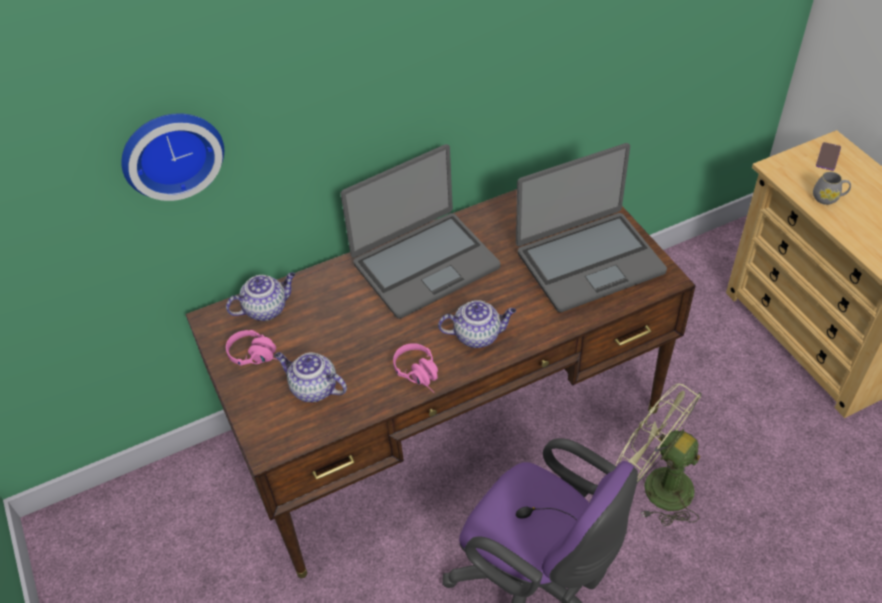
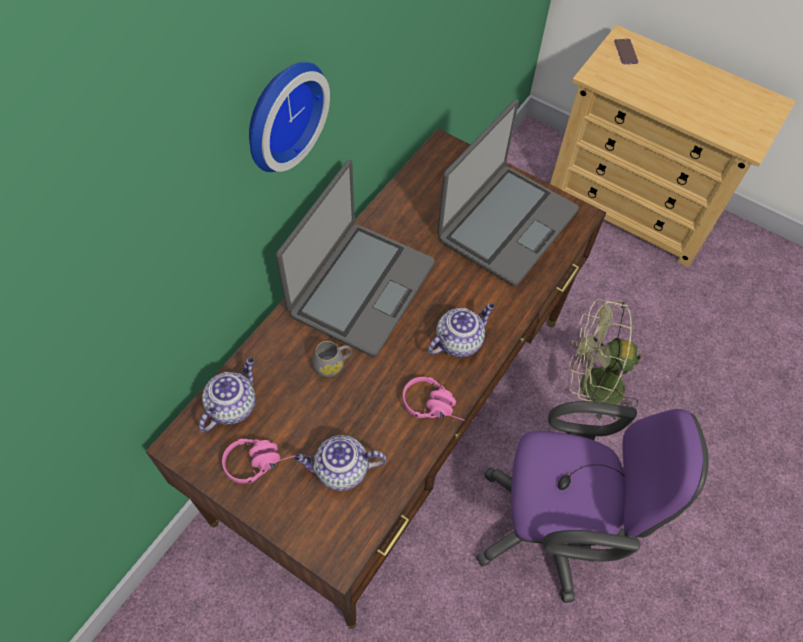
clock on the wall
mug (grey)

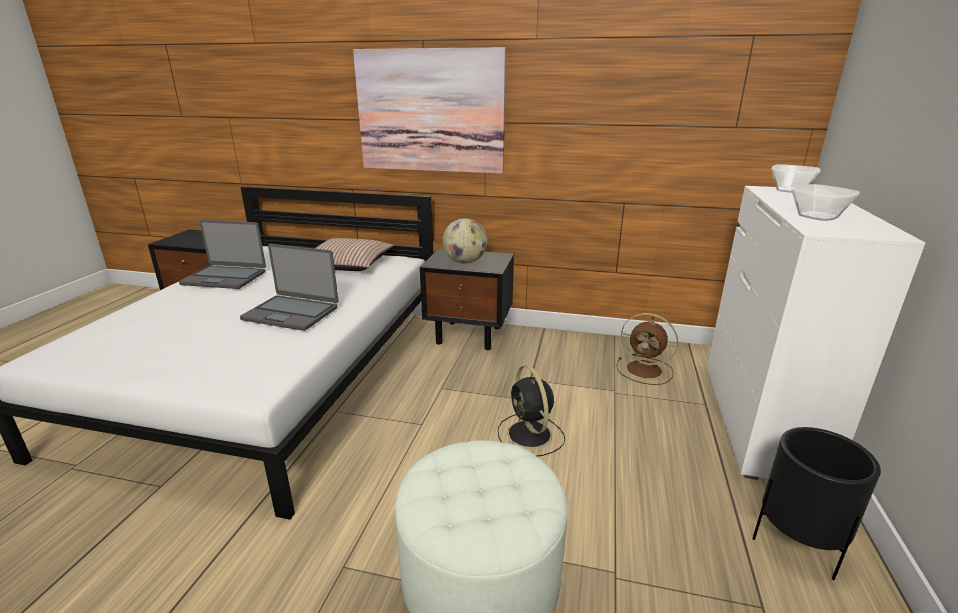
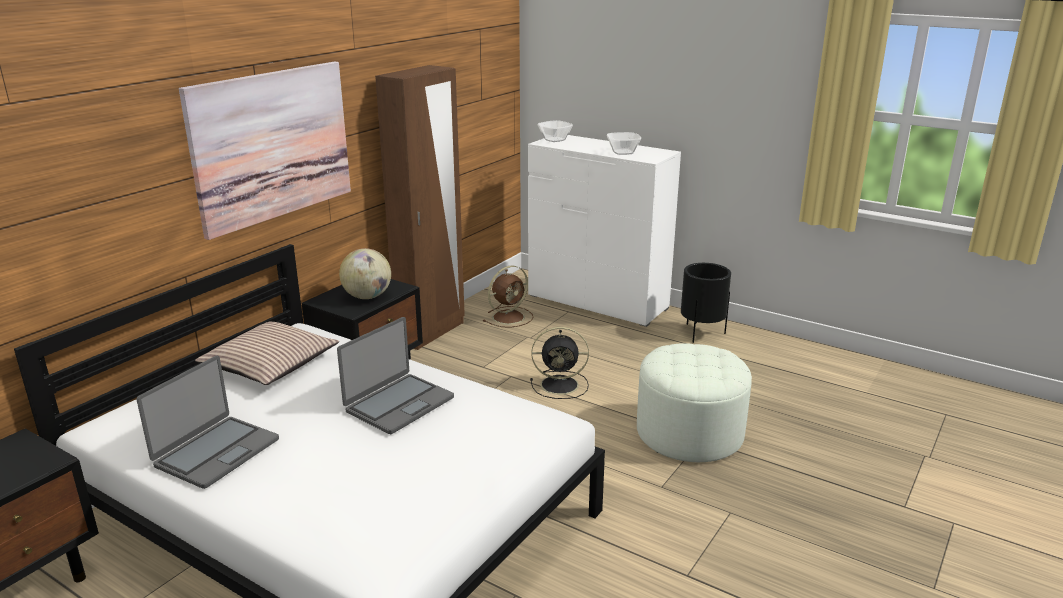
armoire (brown-coloured)

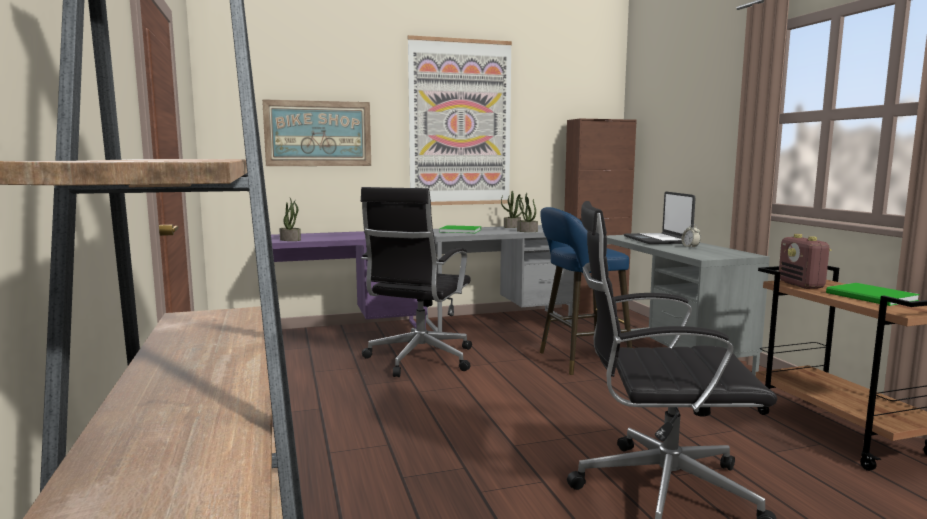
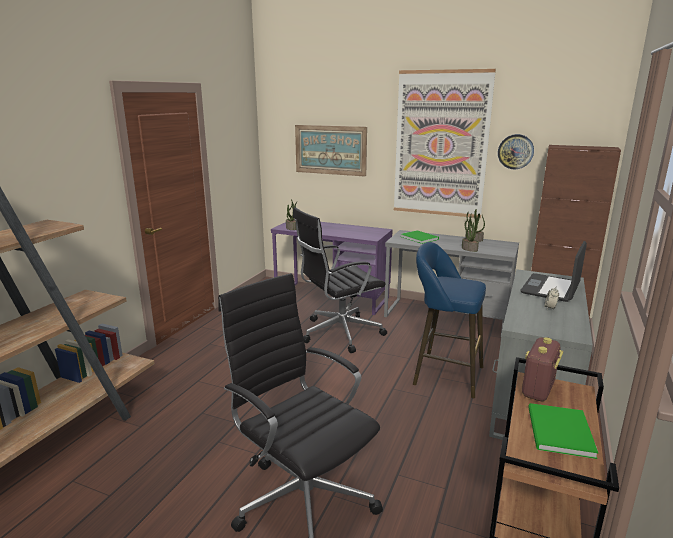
clock on the wall

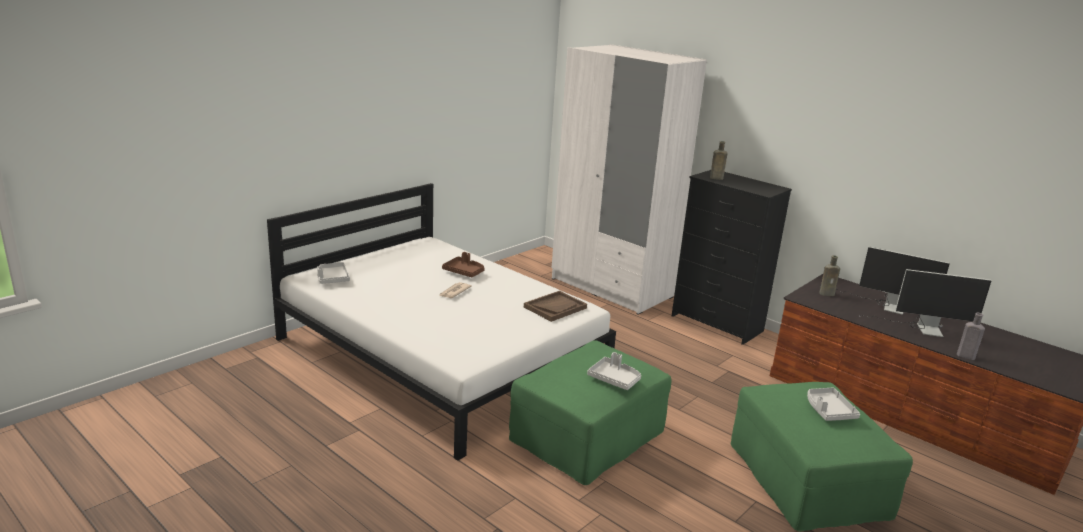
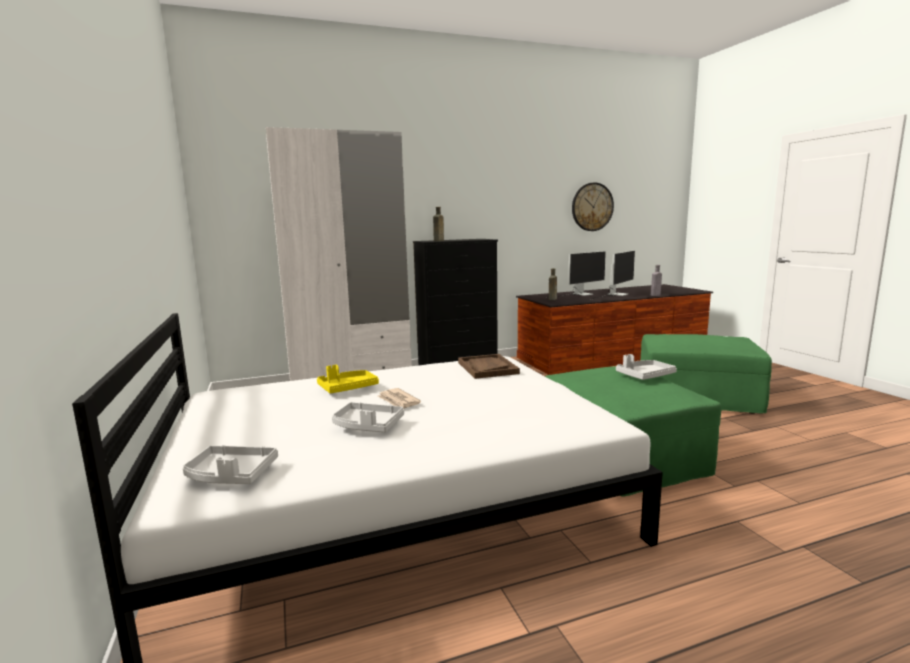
tray (yellowish)
tray (grey) (2nd from left)
clock on the wall

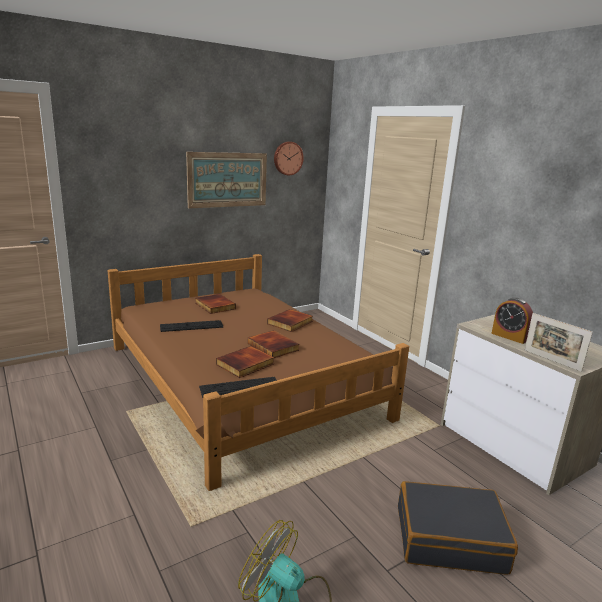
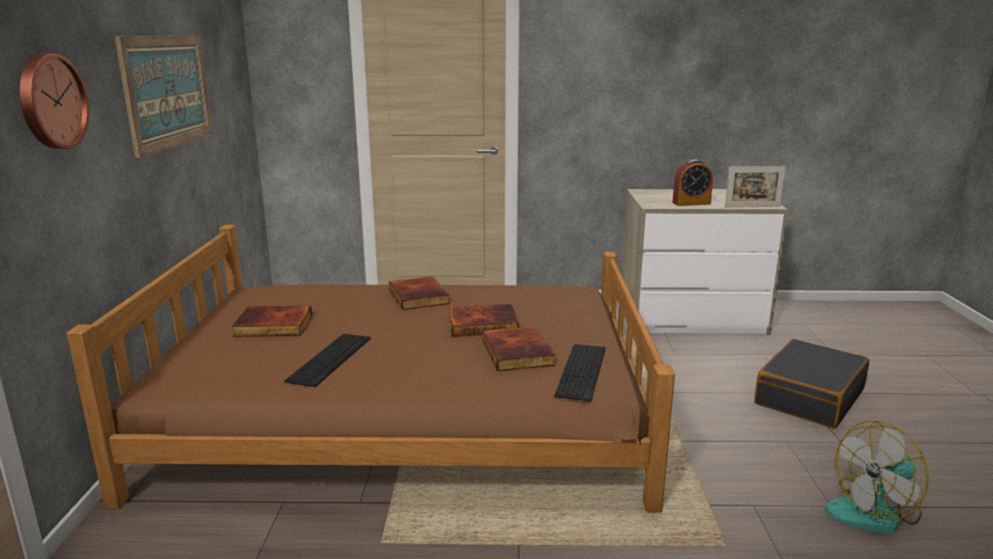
clock on the wall

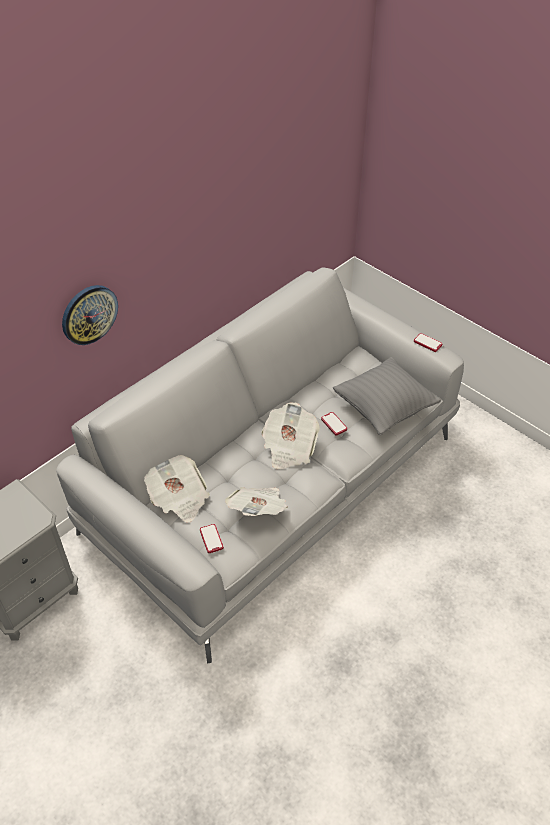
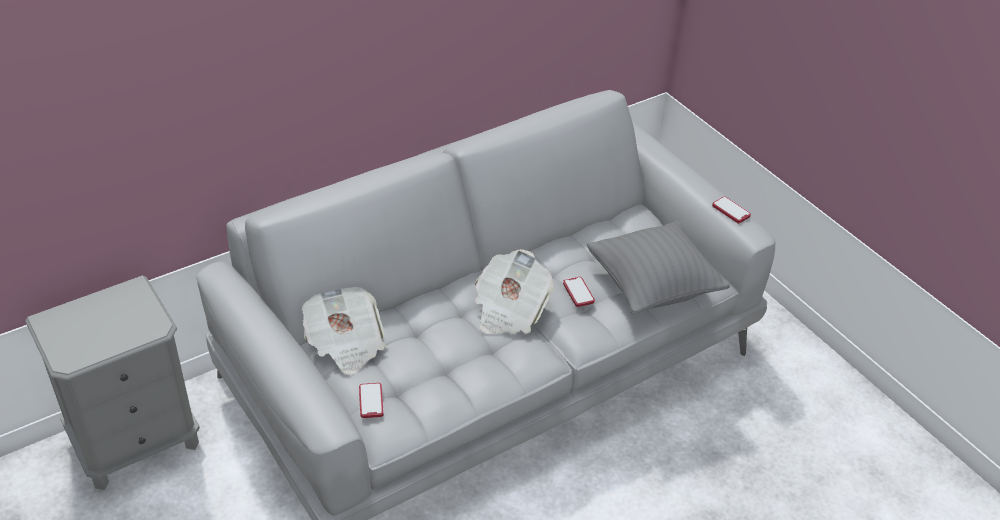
clock on the wall
newspaper (2nd from left in the first image)

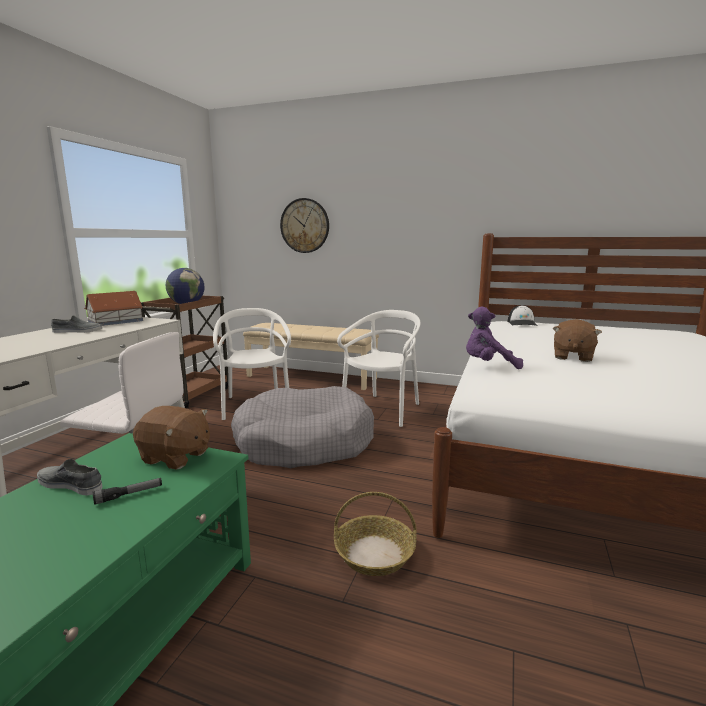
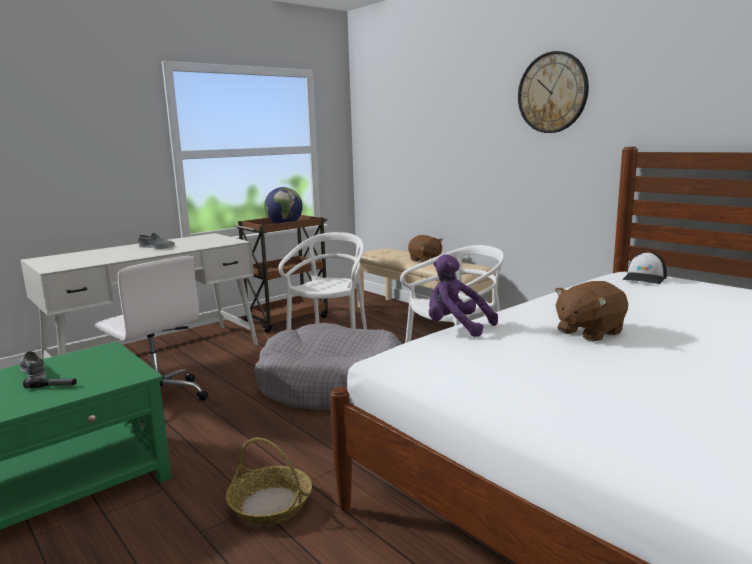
cuddly toy (brown-coloured) (1st from left)
clock on the wall
toy house

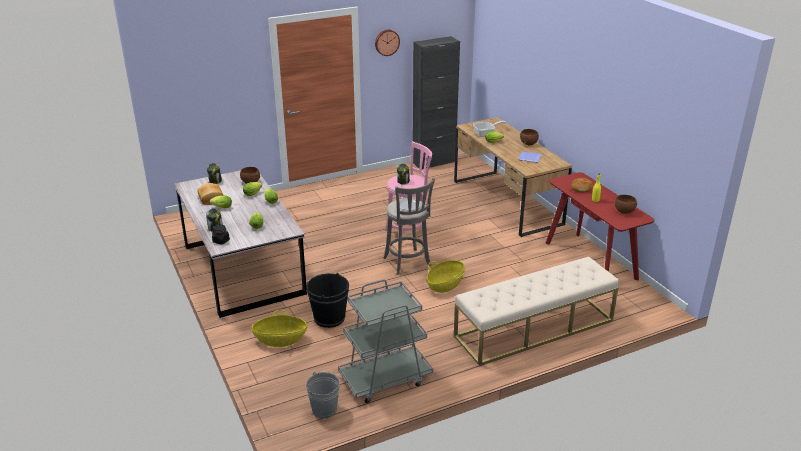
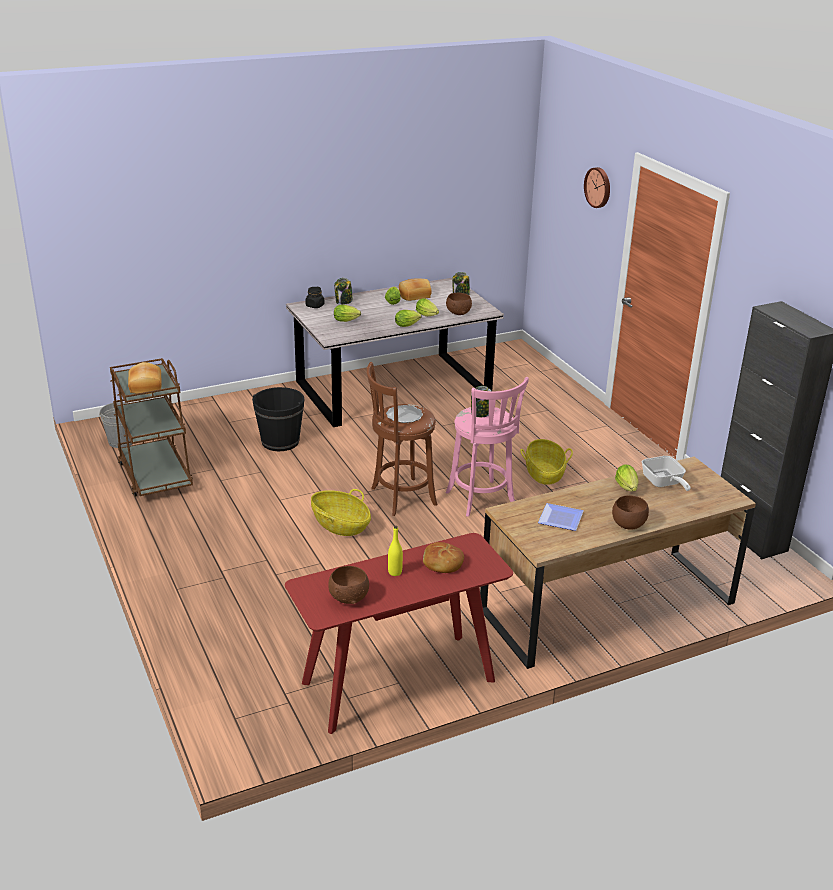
cart (brown-coloured)
bread (1st from left)
stool (brown-coloured)
household basket (2nd from left)
clock on the wall
indoor bench (beige)

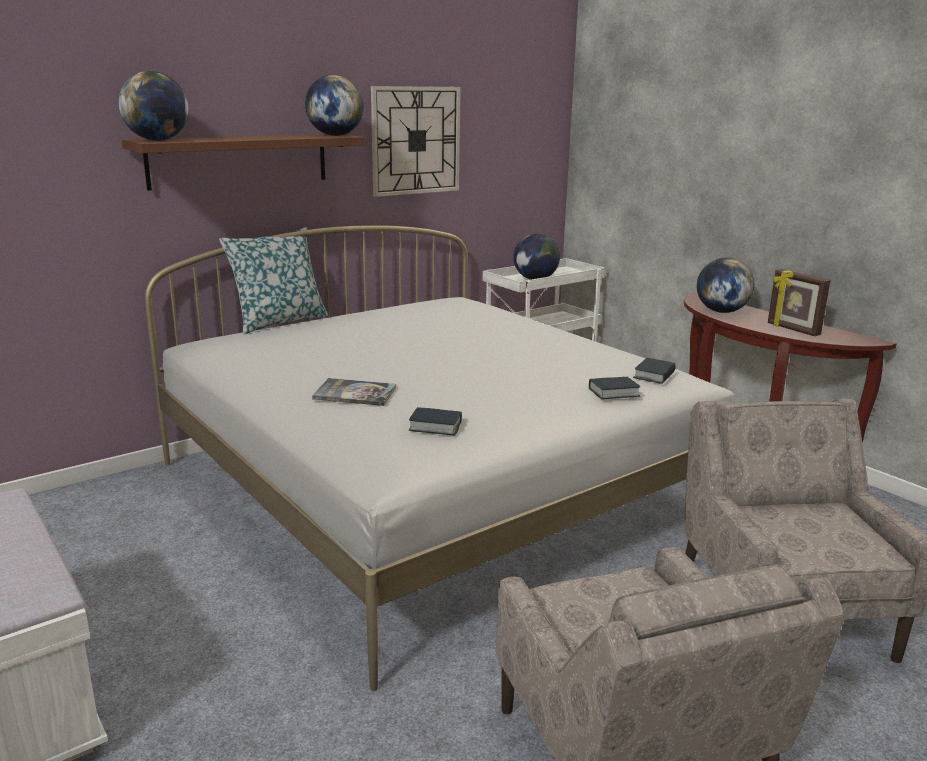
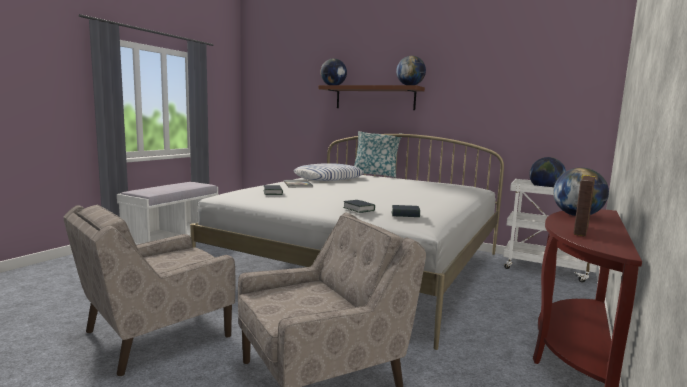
throw pillow (1st from left)
clock on the wall

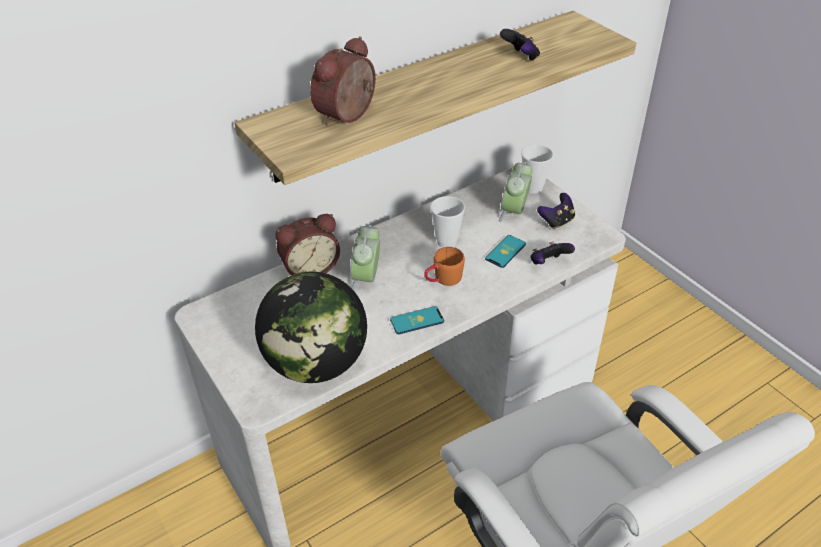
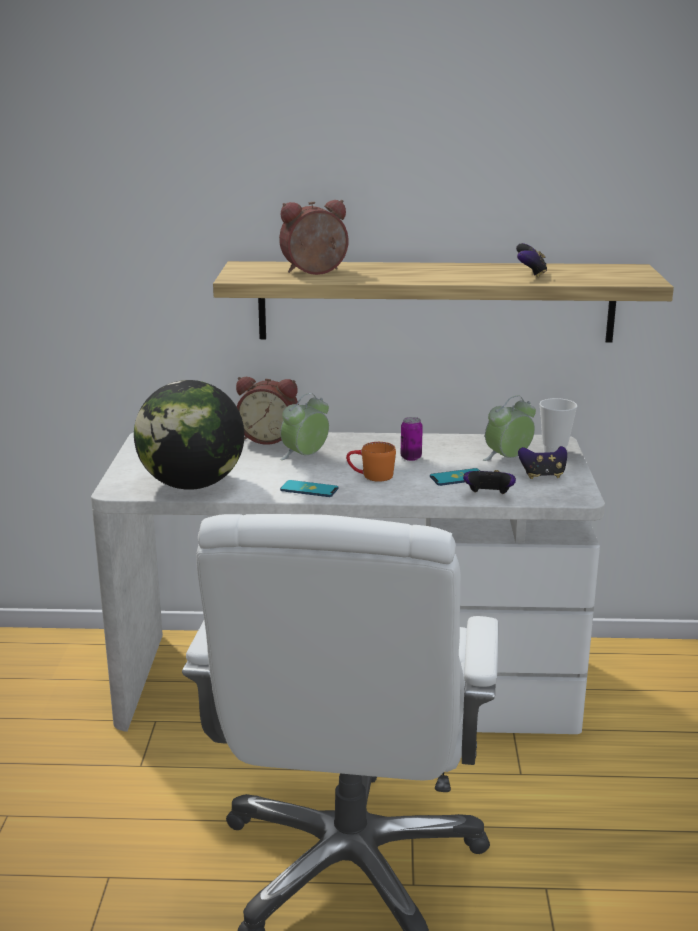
metal can

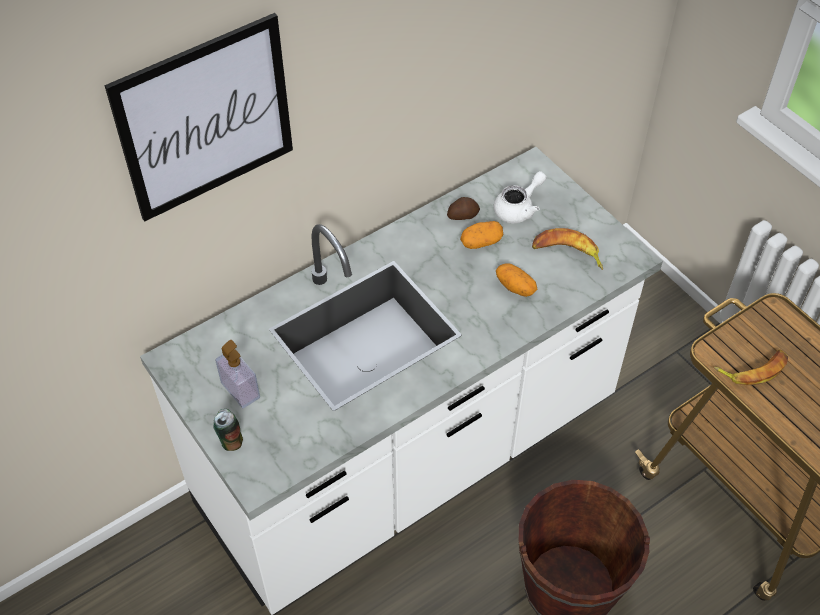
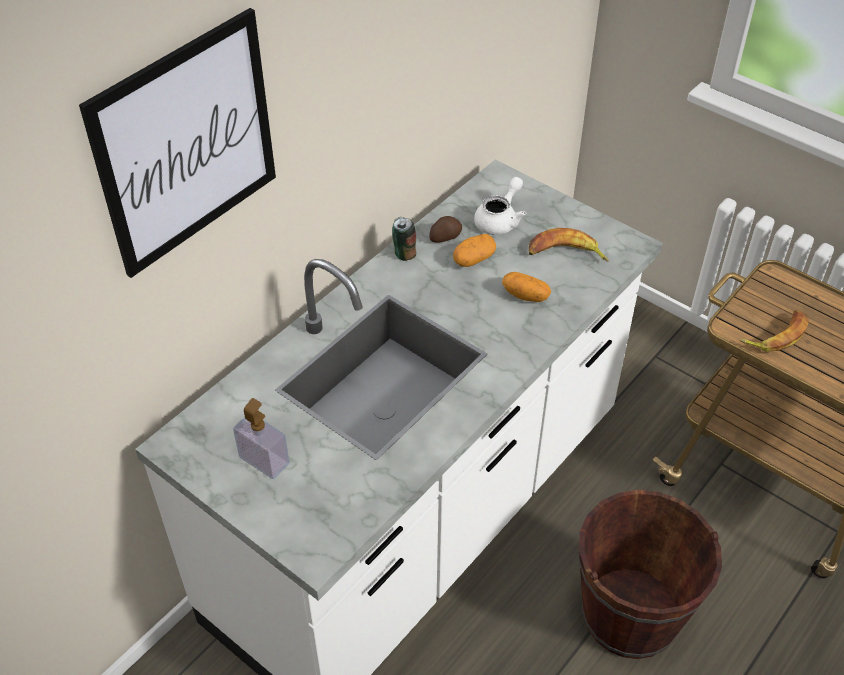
metal can

